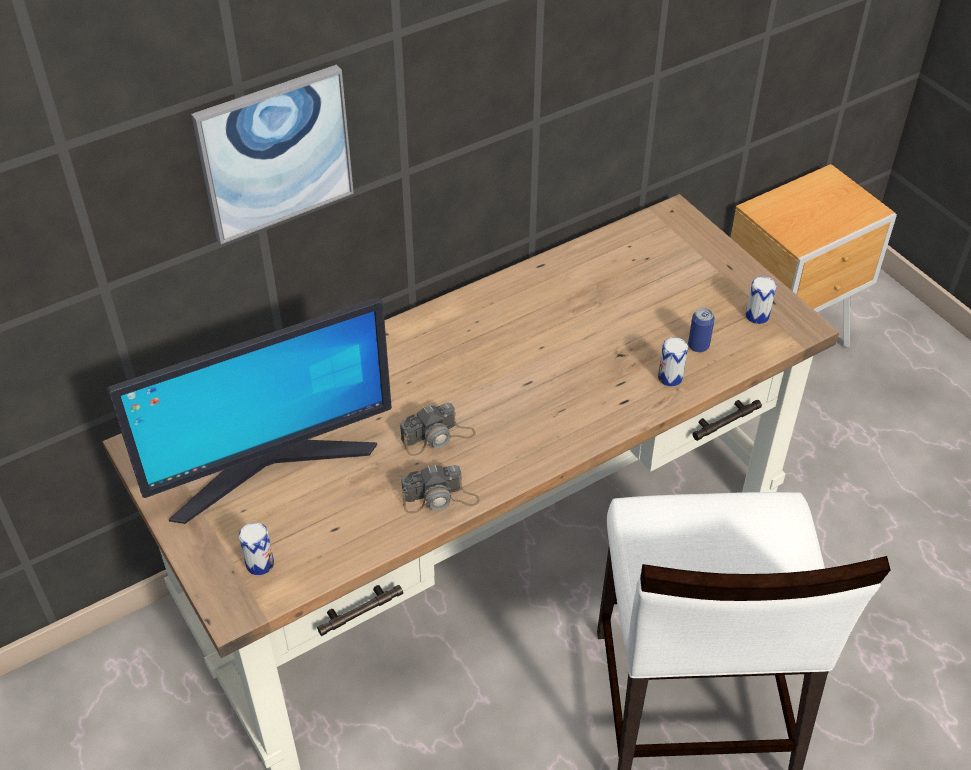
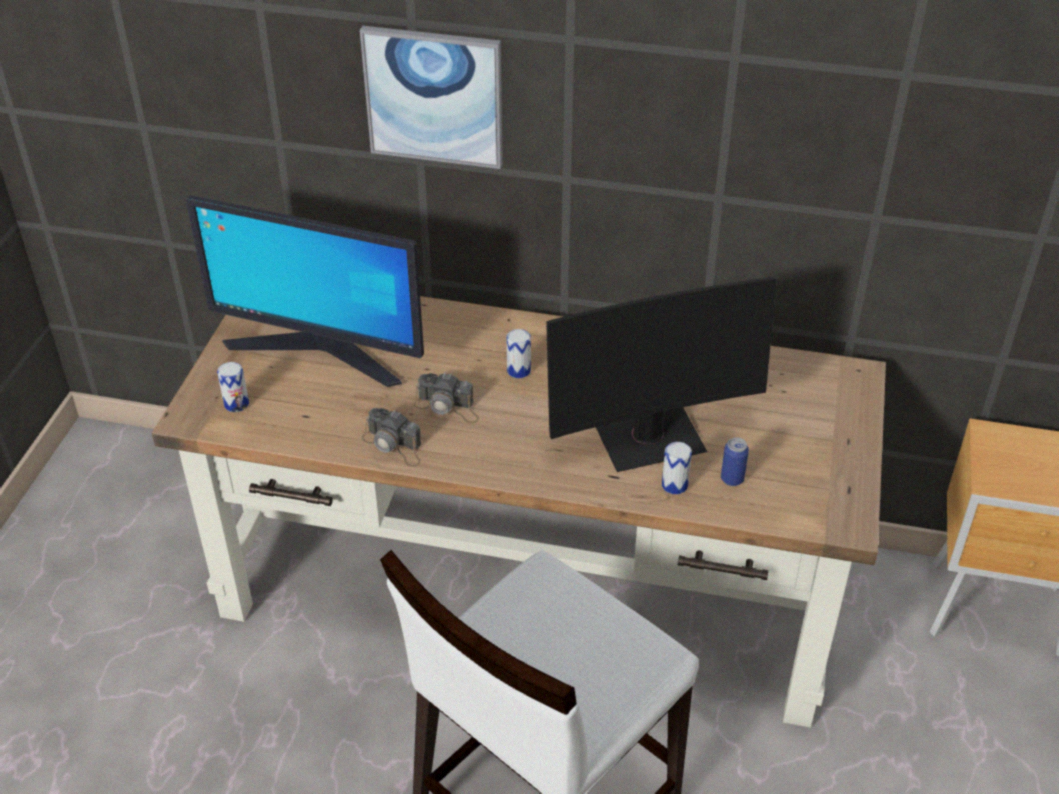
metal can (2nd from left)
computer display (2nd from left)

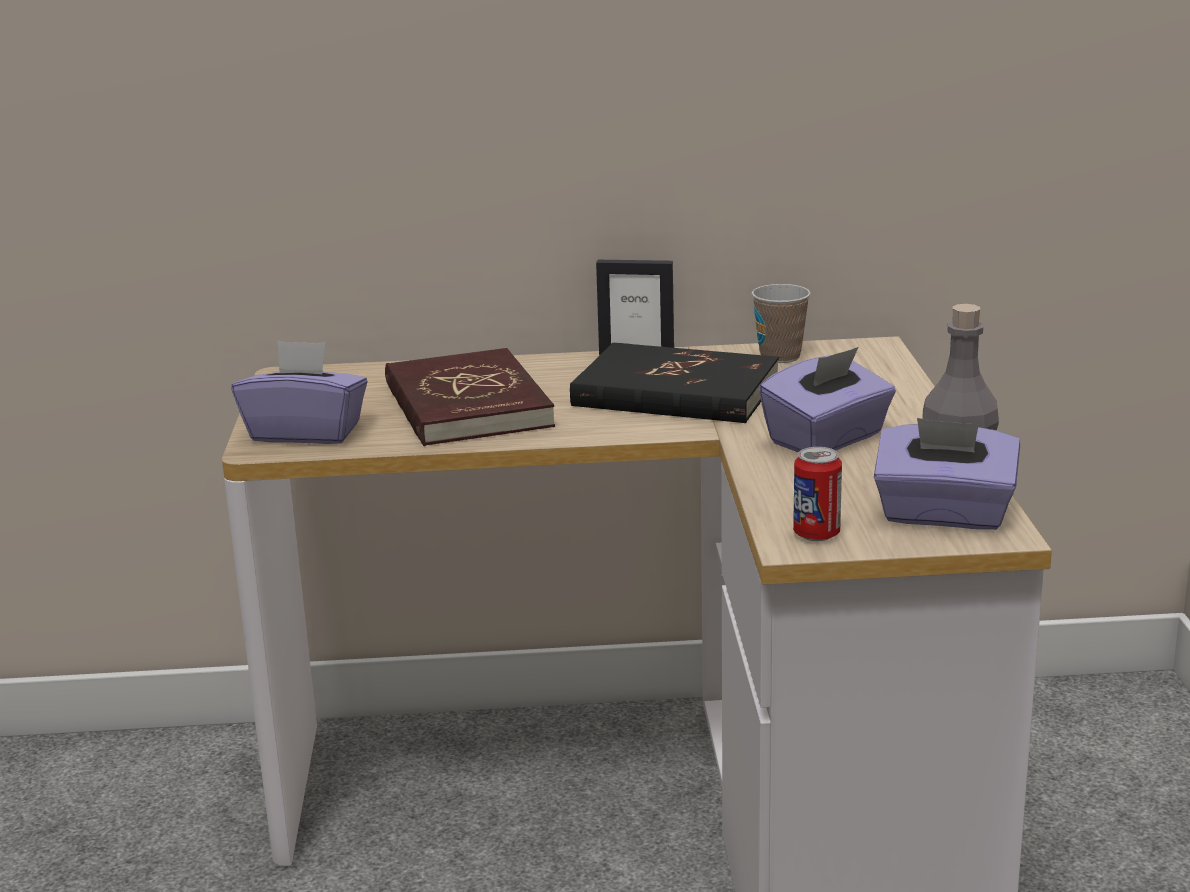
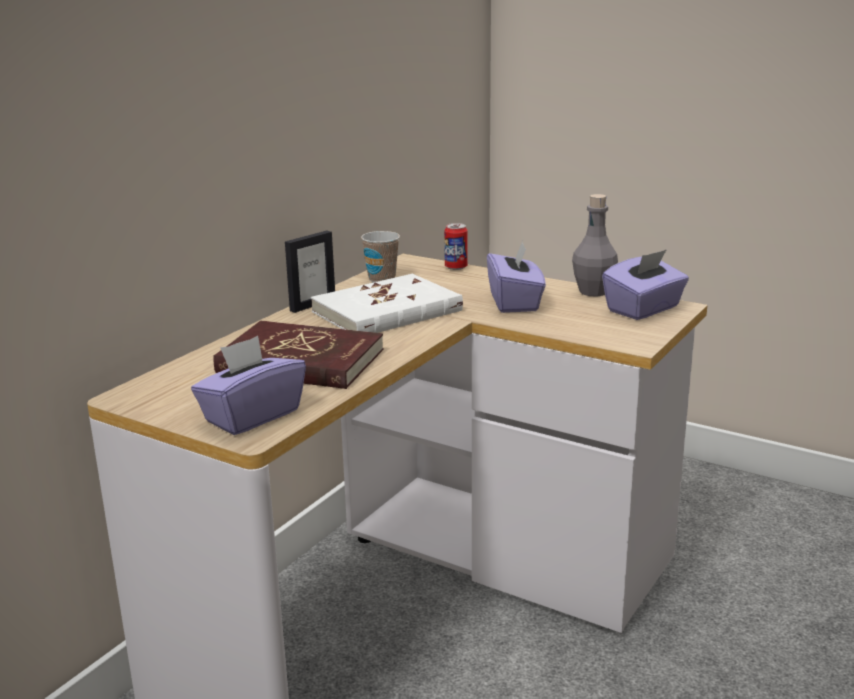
book (whitish)
metal can

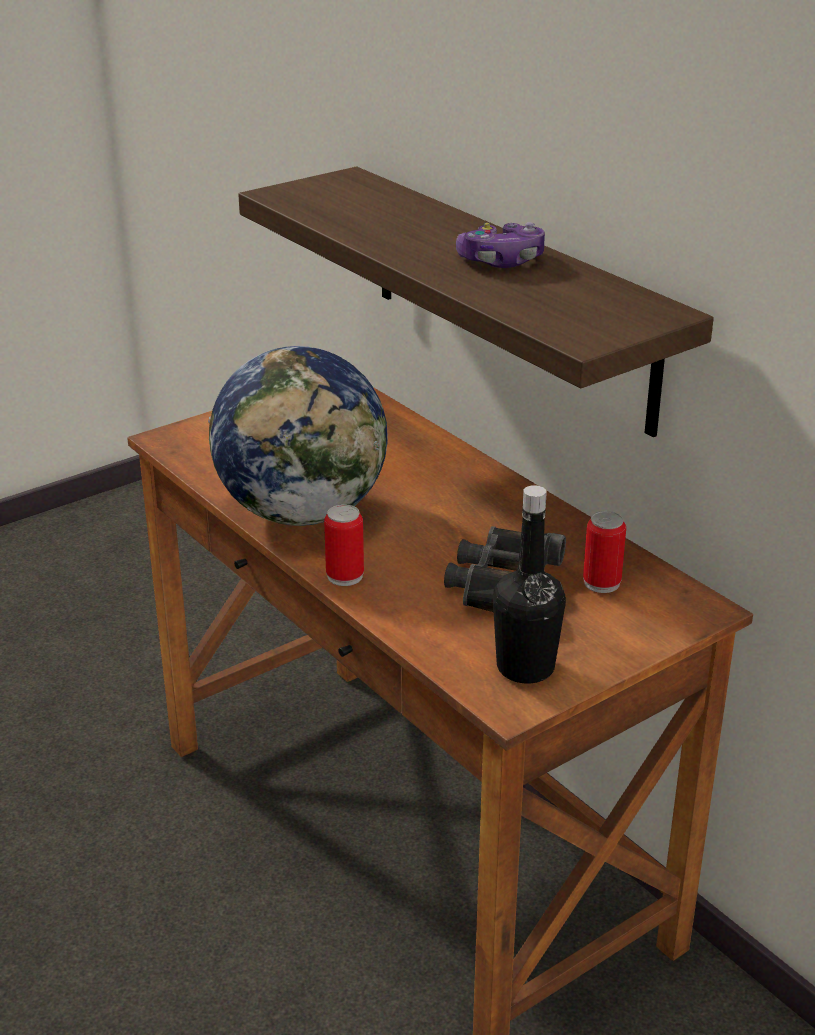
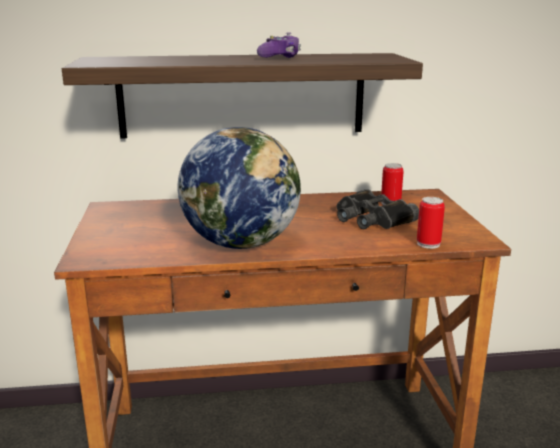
metal can (2nd from left)
beverage bottle (black)

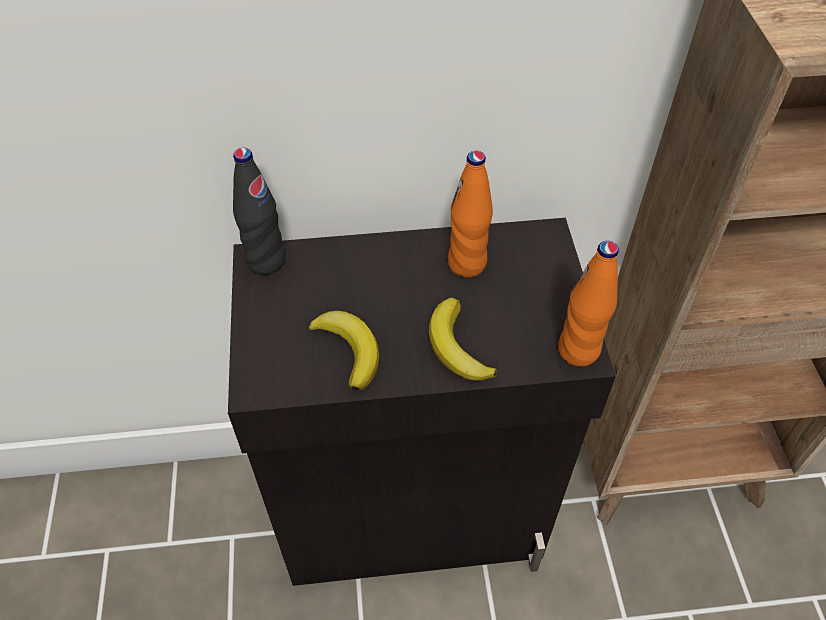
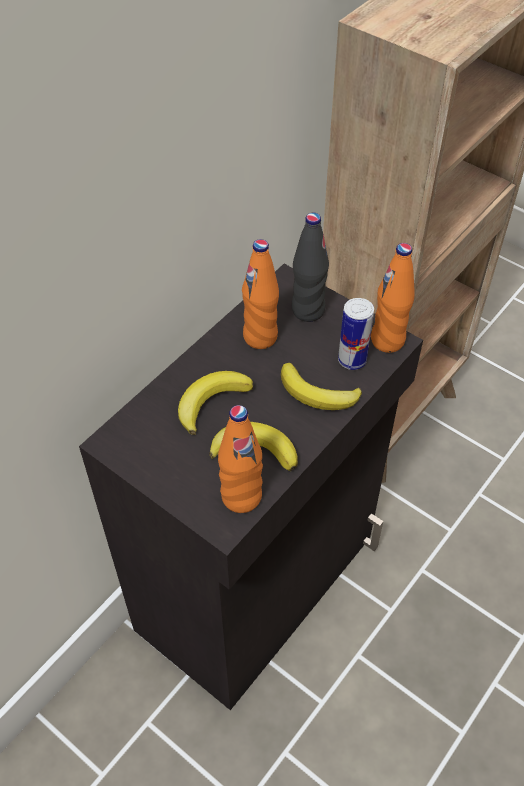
whole banana (1st from left)
beverage bottle (orange-coloured) (1st from left)
beverage bottle (black)
metal can

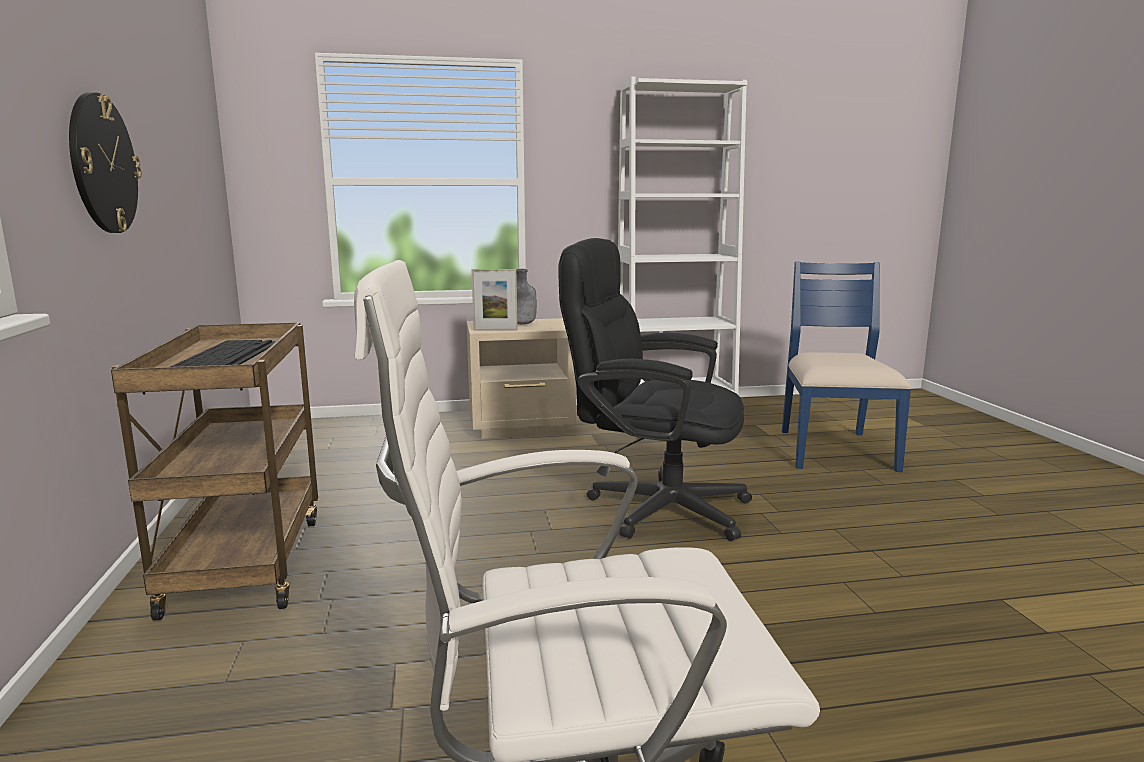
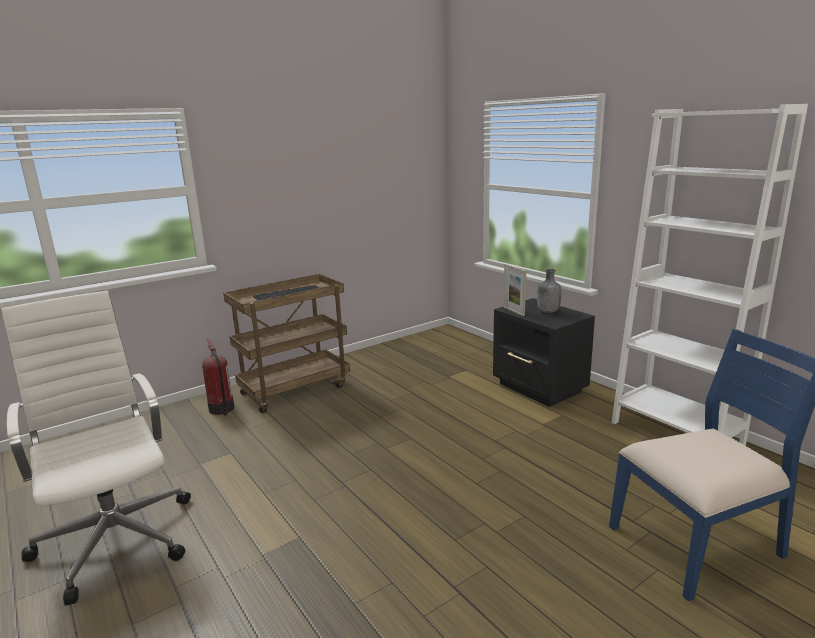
fire extinguisher
nightstand (black)
clock on the wall
office chair (black)

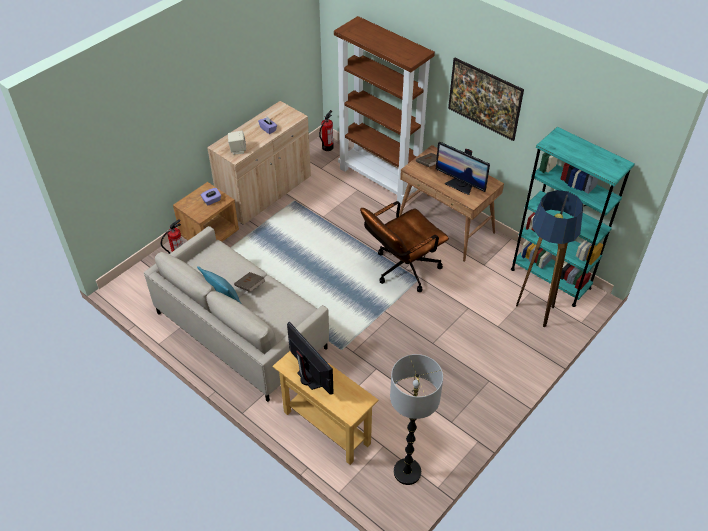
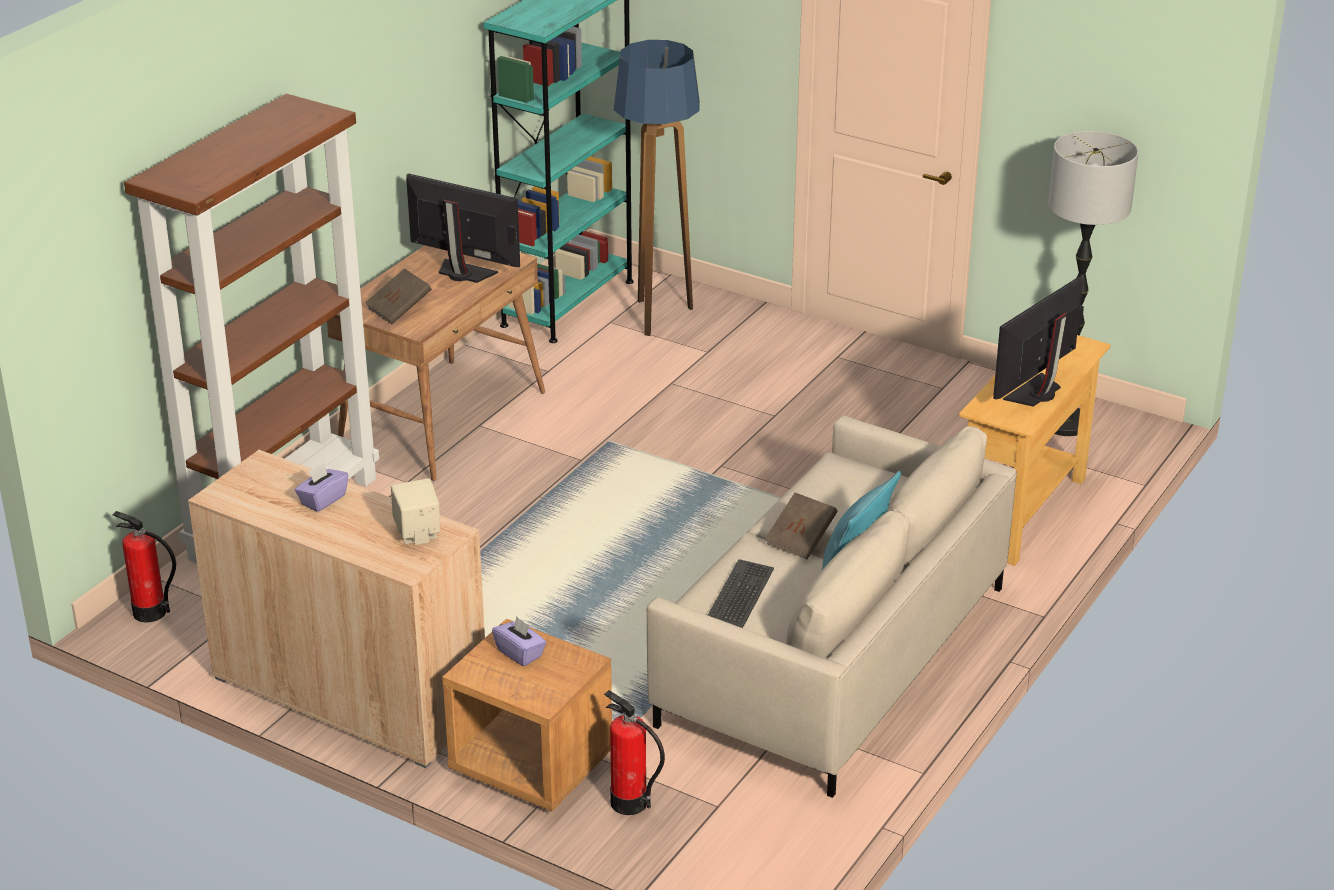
computer display (1st from left)
computer keyboard
office chair (brown-coloured)
wall art

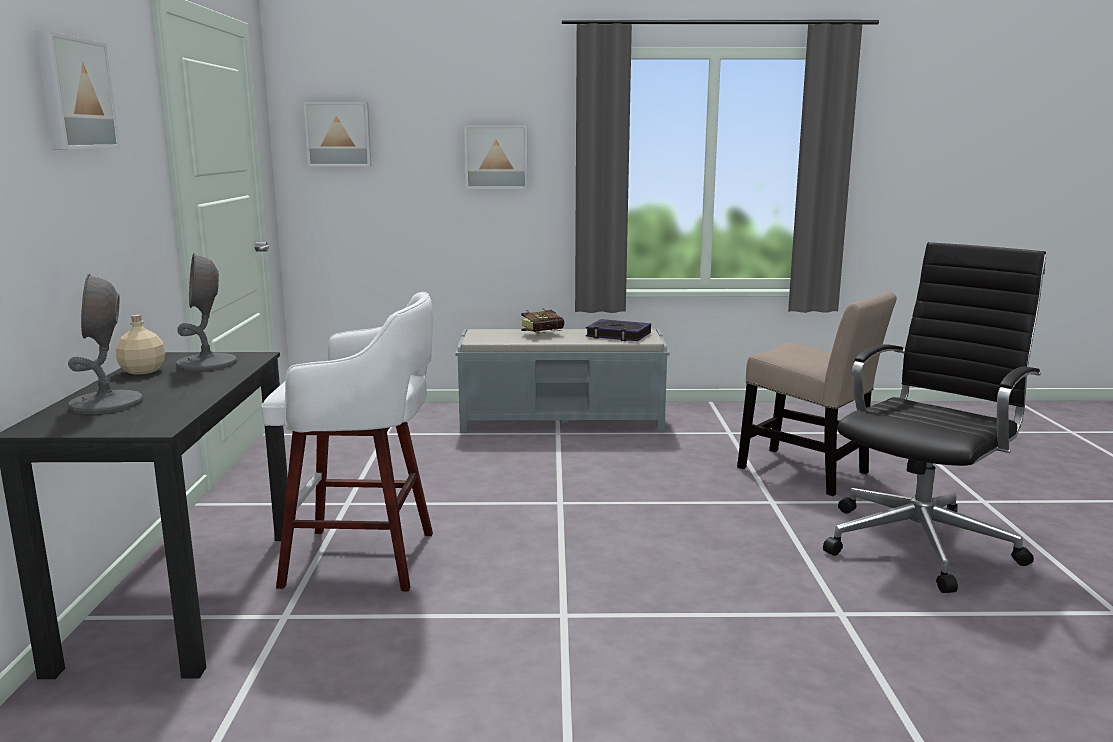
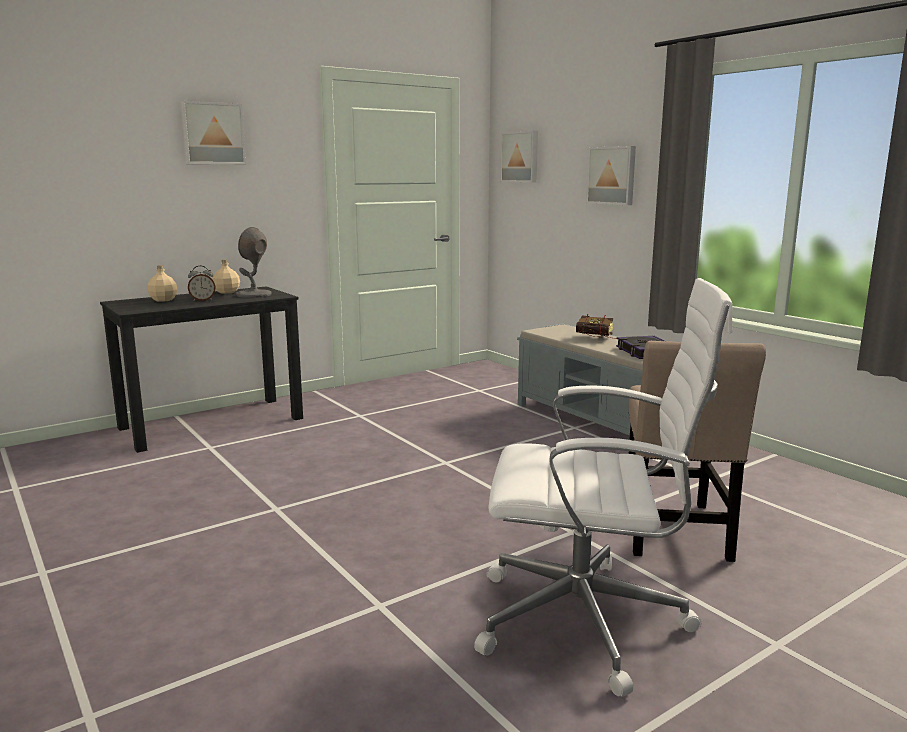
beverage bottle (beige) (1st from left)
bedside clock
office chair (whitish)
stool (whitish)

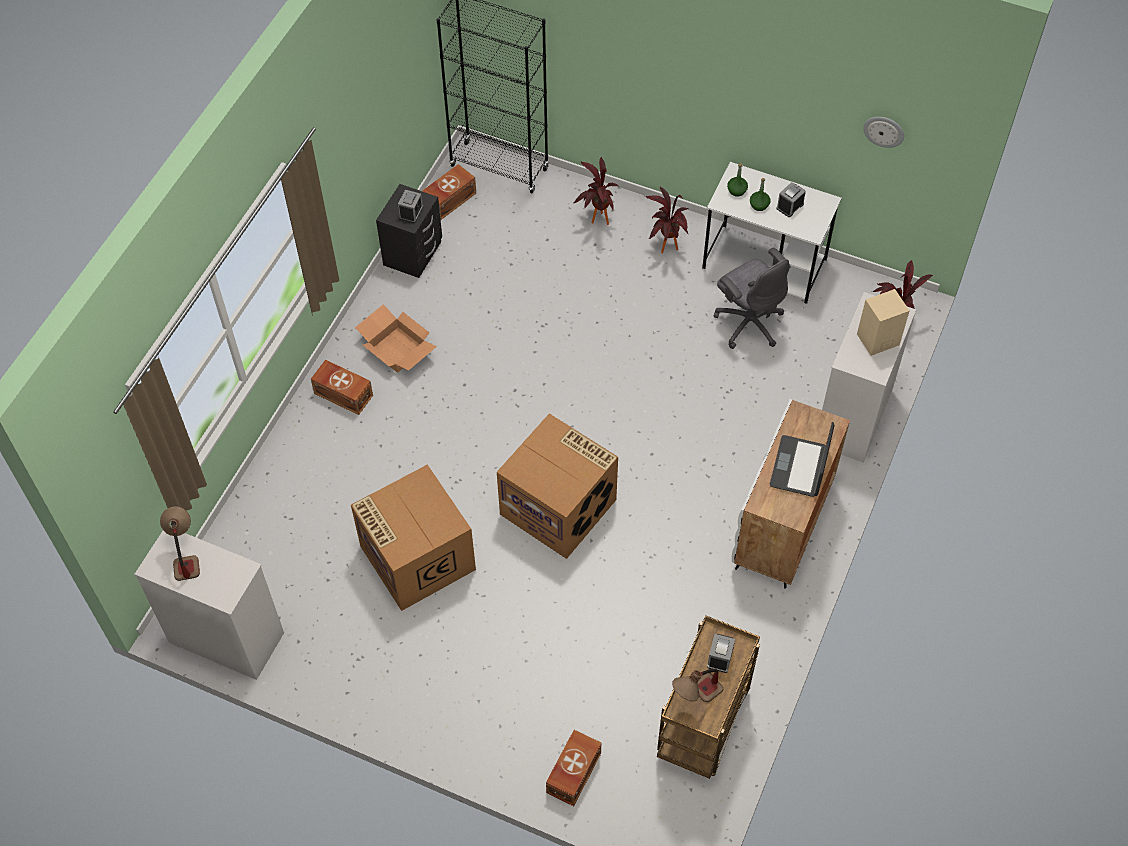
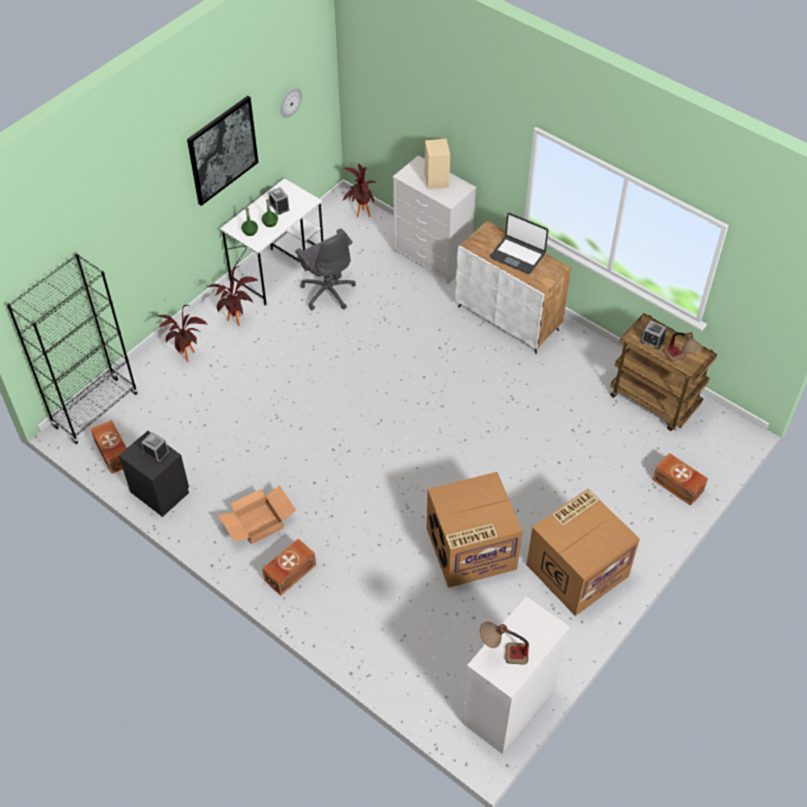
wall art
office chair (grey)
carton (3rd from left)

